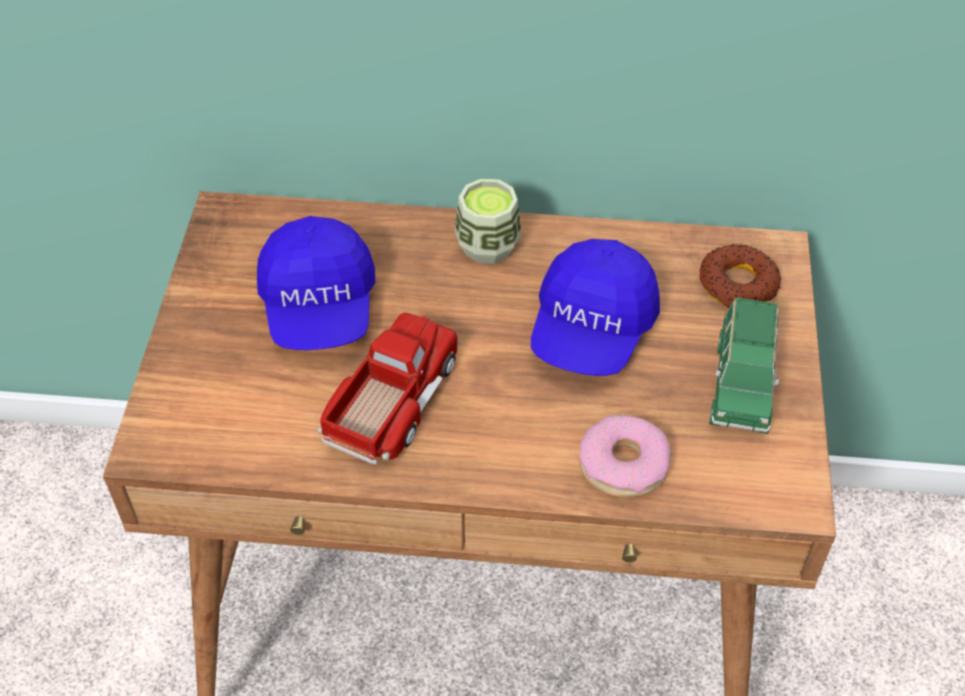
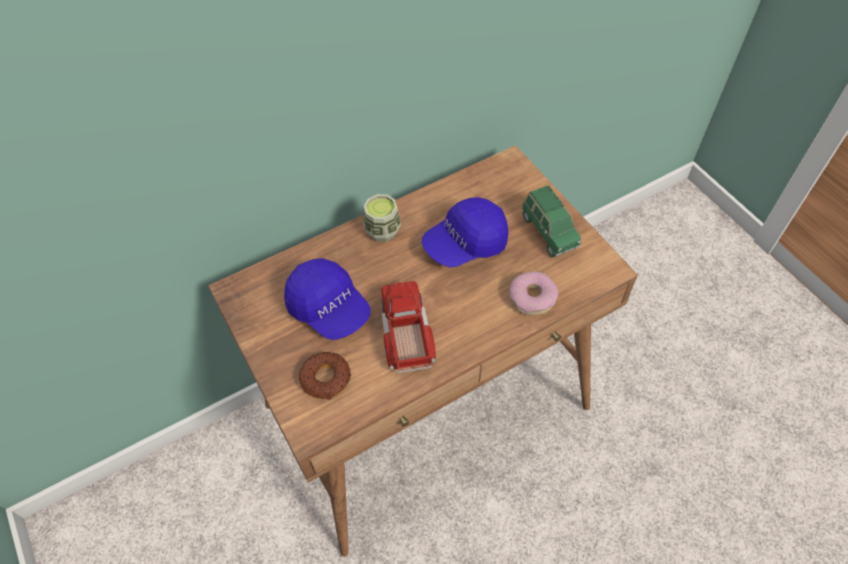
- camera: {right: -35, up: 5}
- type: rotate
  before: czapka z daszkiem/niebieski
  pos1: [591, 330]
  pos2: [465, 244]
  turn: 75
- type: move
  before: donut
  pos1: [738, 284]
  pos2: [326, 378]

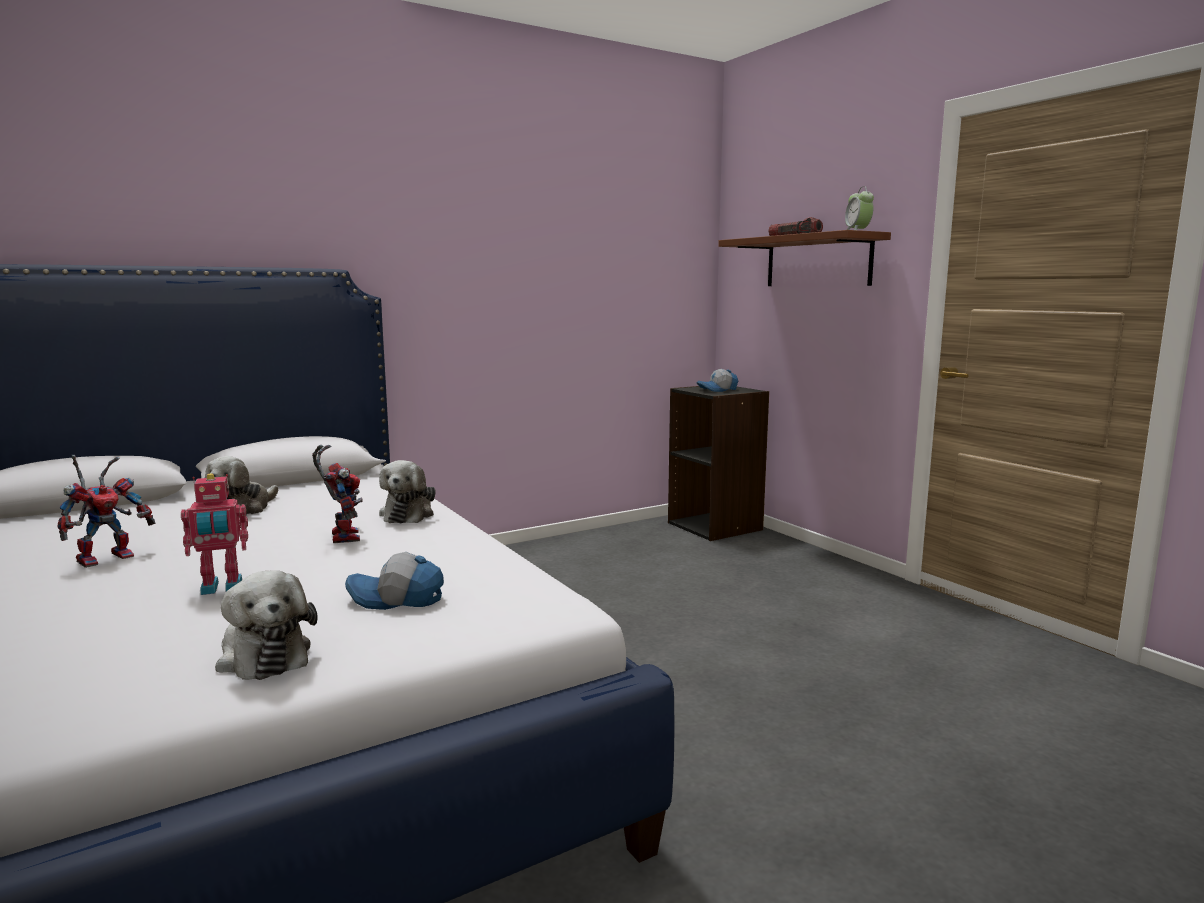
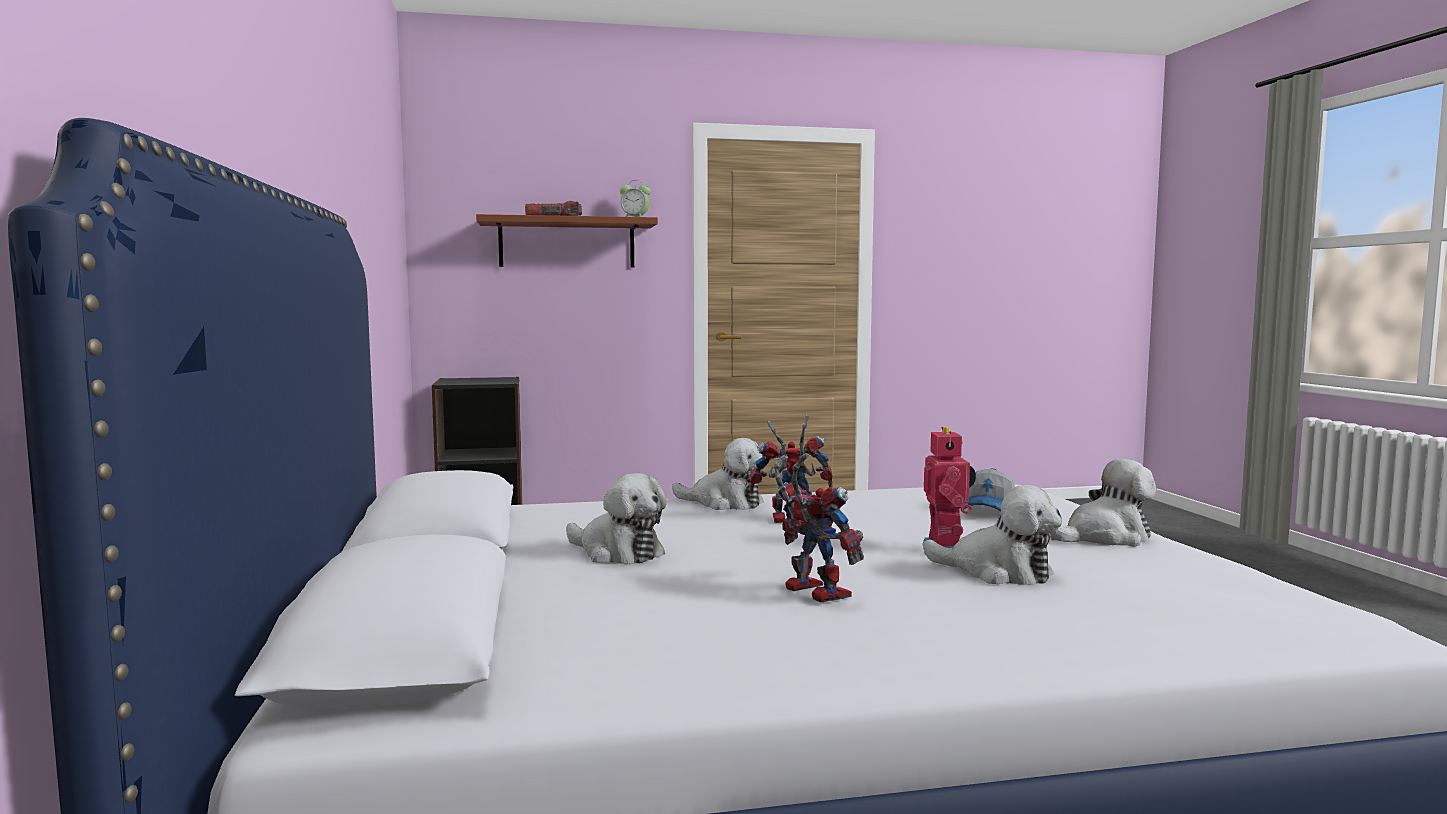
- camera: {right: -70, up: -5}
- type: delete
  before: czapka z daszkiem
  pos1: [718, 390]
- type: insert
  after: pluszak
  pos2: [997, 572]

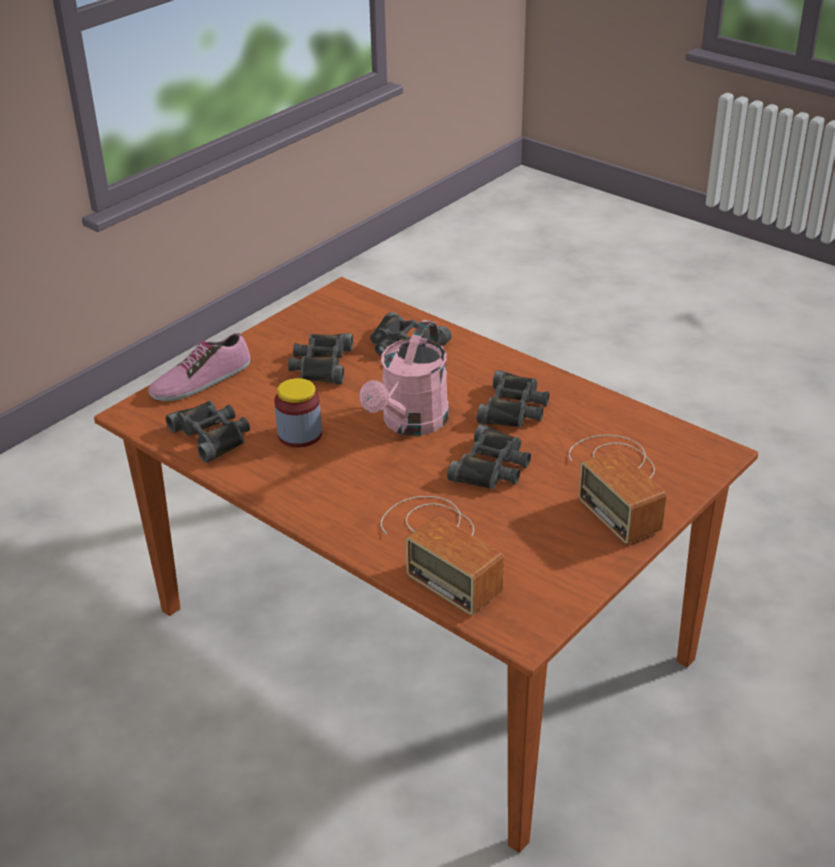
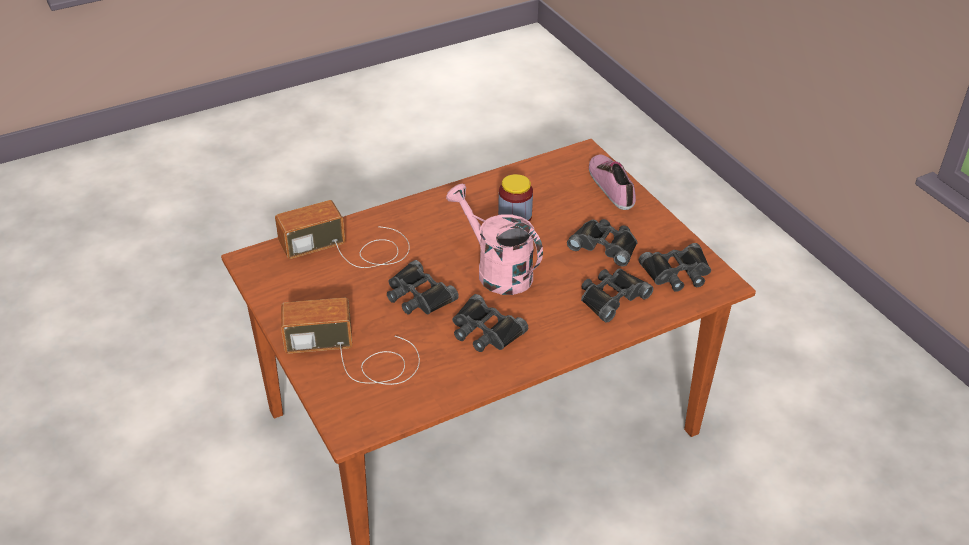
- camera: {right: 110, up: 5}
- type: move
  before: lornetka/czarny
  pos1: [212, 435]
  pos2: [677, 273]

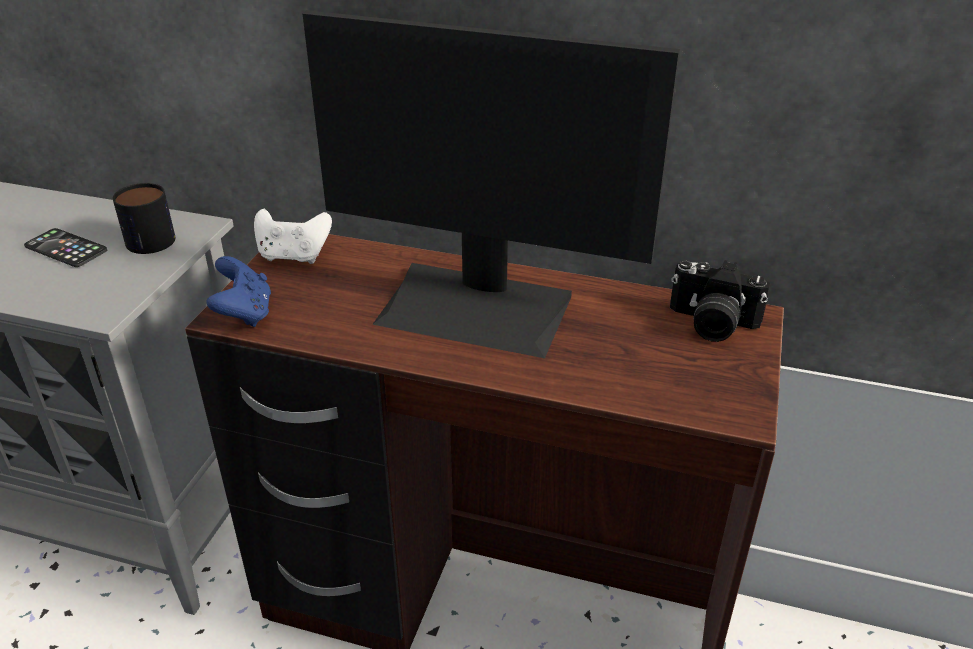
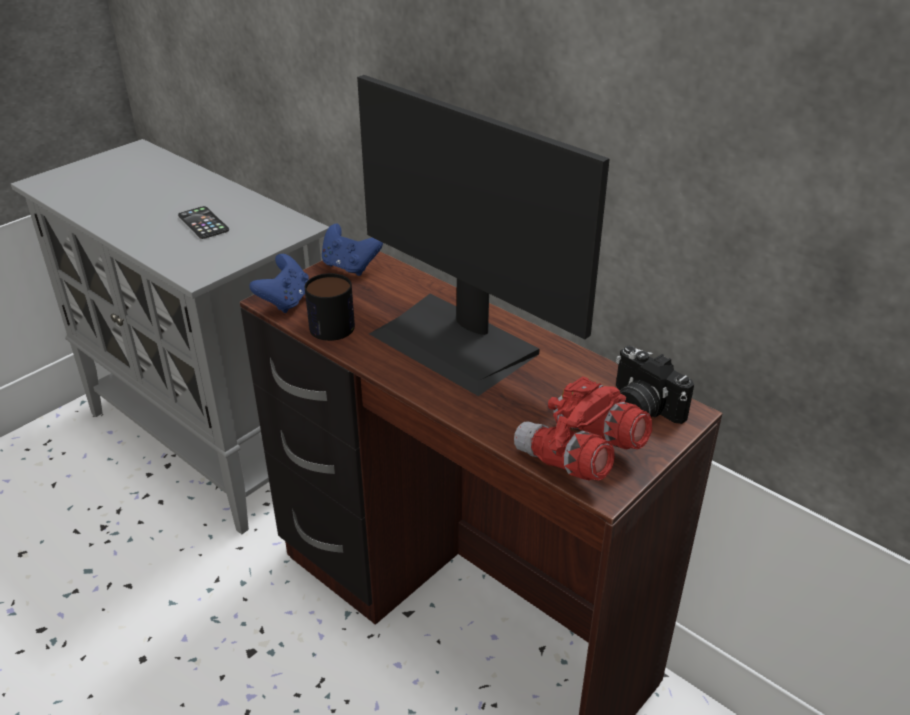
- camera: {right: 25, up: 0}
- type: move
  before: kubek
  pos1: [145, 236]
  pos2: [330, 321]
- type: recolor
  before: pad do gier/biały
  after: pad do gier/niebieski
  pos1: [294, 256]
  pos2: [350, 267]
- type: insert
  after: lornetka/czerwony
  pos2: [579, 456]

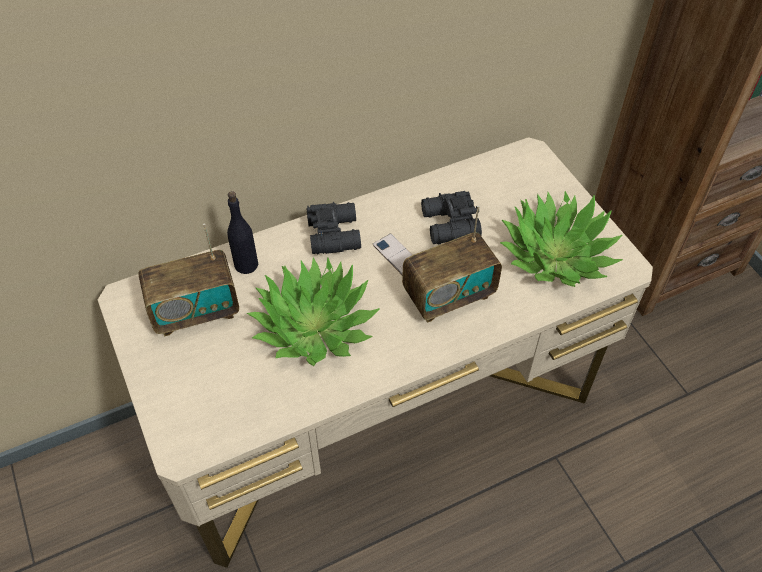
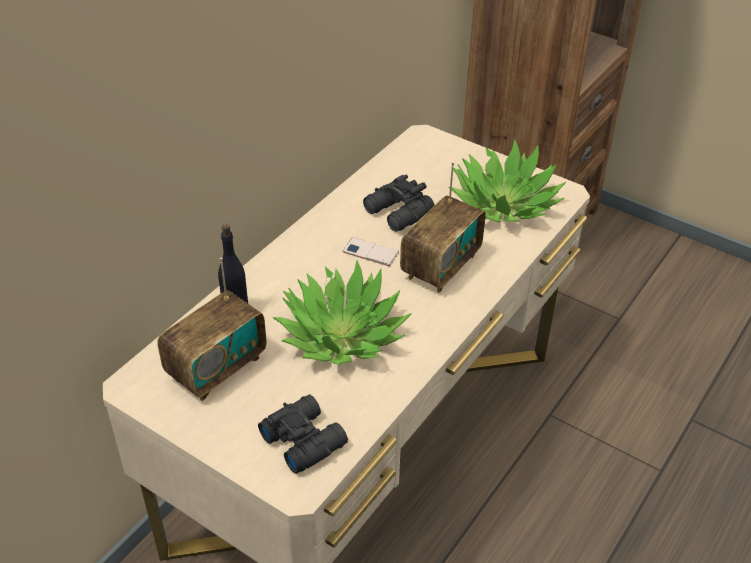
- camera: {right: -30, up: -10}
- type: move
  before: lornetka/czarny
  pos1: [335, 233]
  pos2: [303, 439]

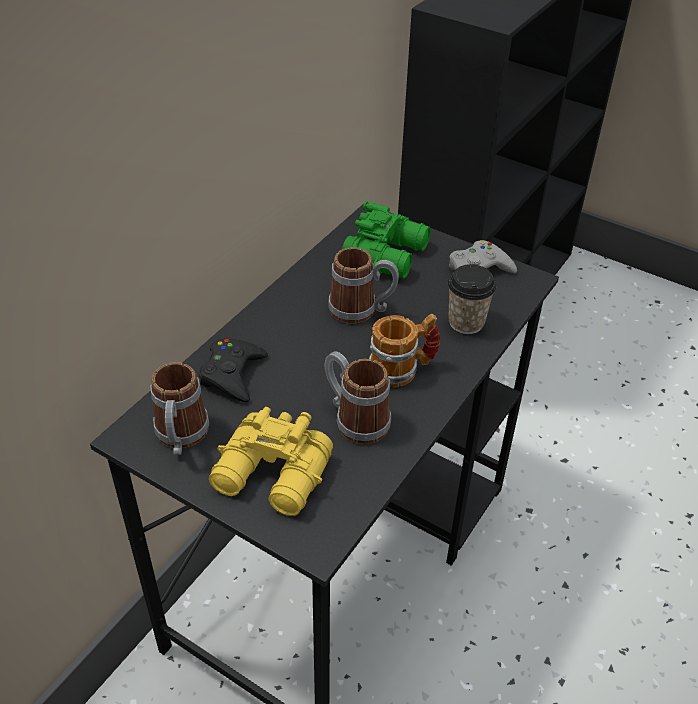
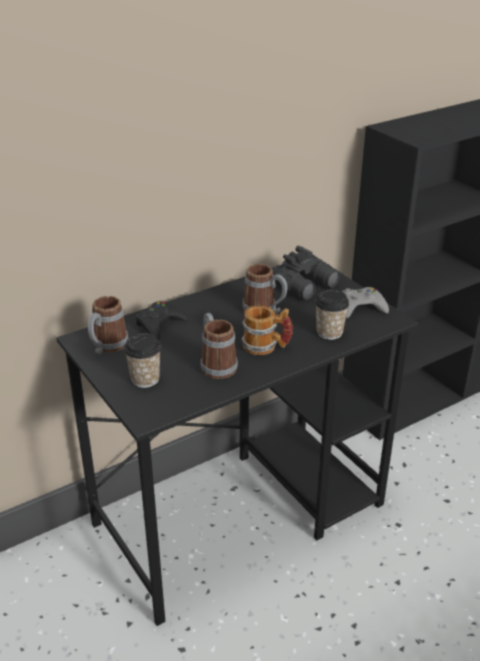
- camera: {right: 25, up: -10}
- type: replace
  before: lornetka/żółty
  after: filiżanka
  pos1: [273, 477]
  pos2: [145, 379]
- type: recolor
  before: lornetka/zielony
  after: lornetka/czarny
  pos1: [388, 254]
  pos2: [306, 285]

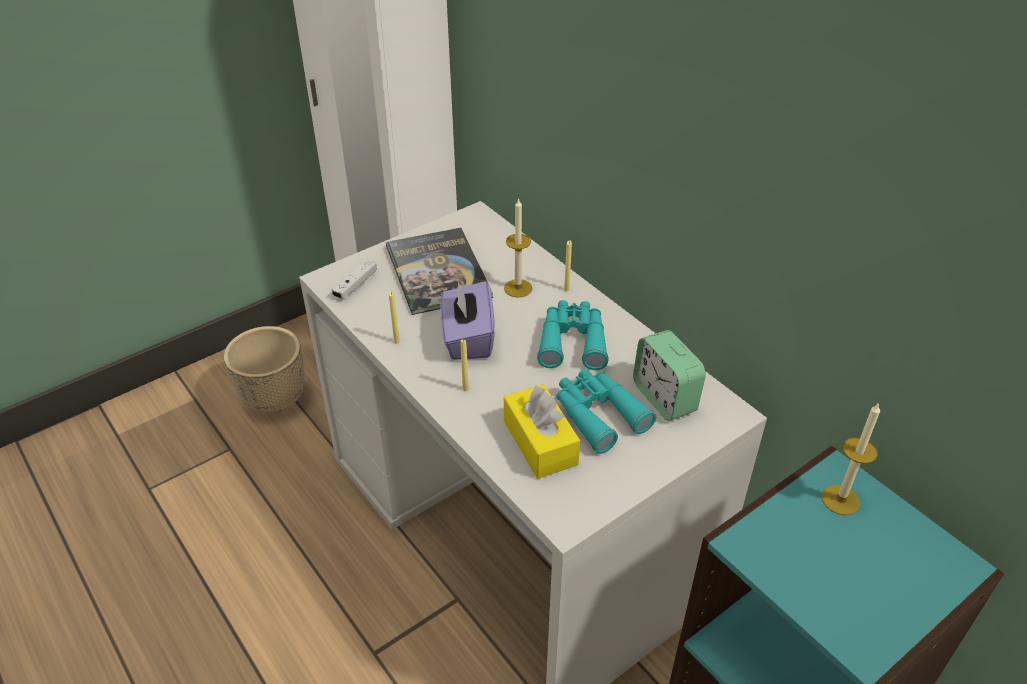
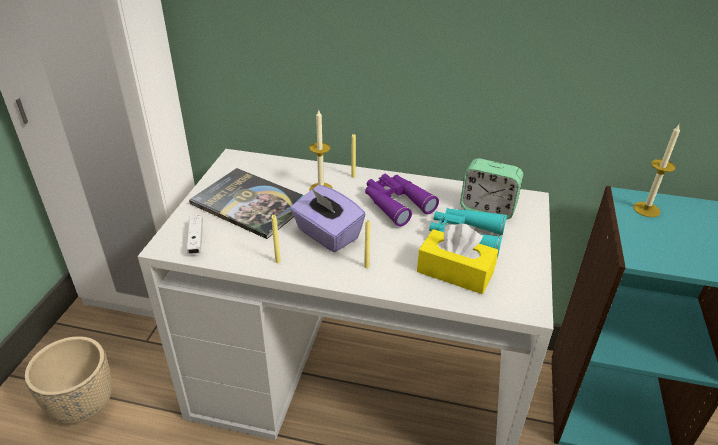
- camera: {right: -40, up: -5}
- type: recolor
  before: lornetka/turkusowy
  after: lornetka/fioletowy
  pos1: [572, 341]
  pos2: [396, 204]

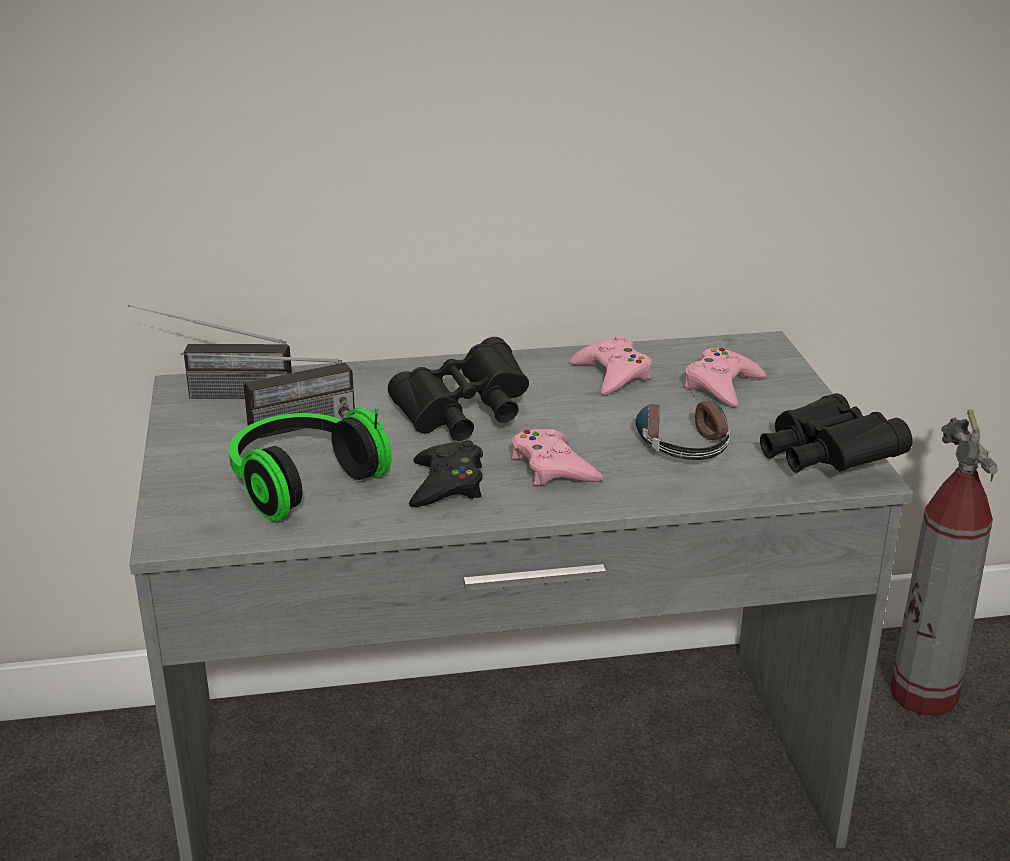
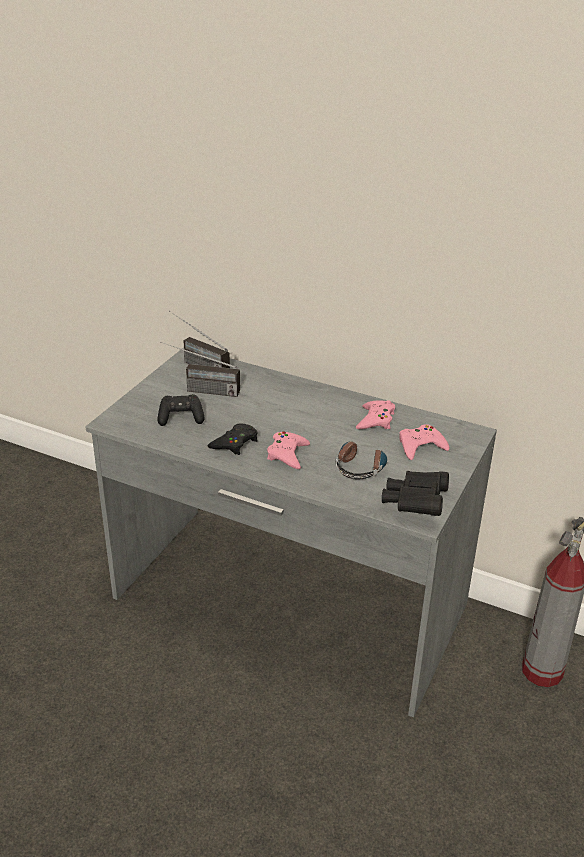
- camera: {right: 35, up: 5}
- type: replace
  before: słuchawki
  after: pad do gier/czarny
  pos1: [300, 482]
  pos2: [181, 418]
- type: delete
  before: lornetka/czarny
  pos1: [463, 416]

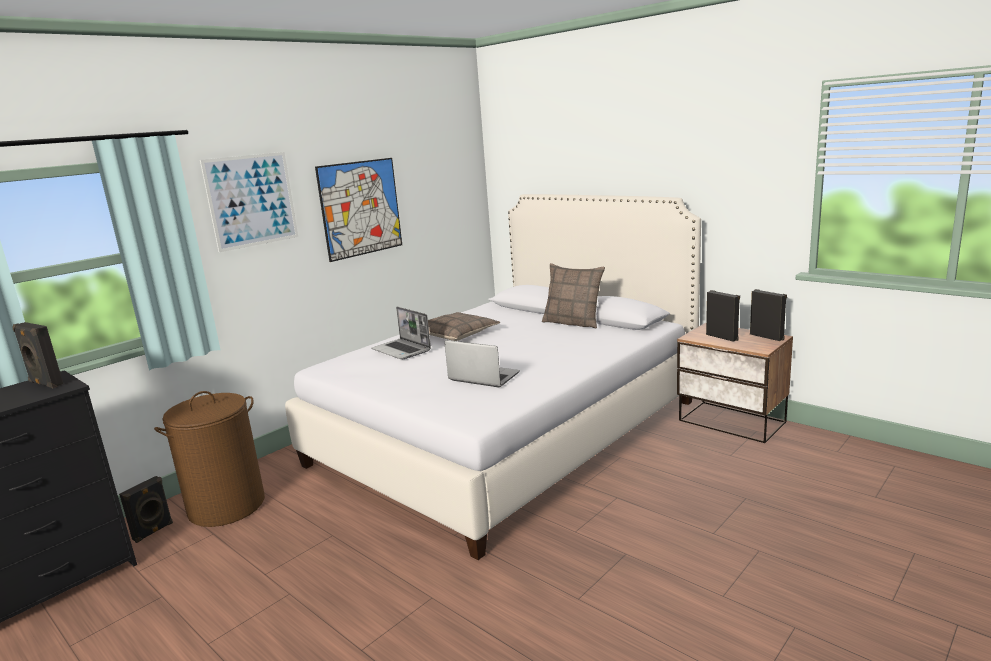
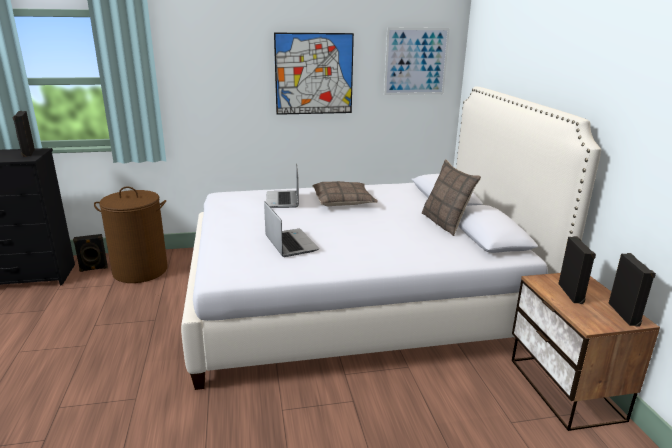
- camera: {right: 35, up: 5}
- type: move
  before: obraz
  pos1: [251, 200]
  pos2: [416, 61]

